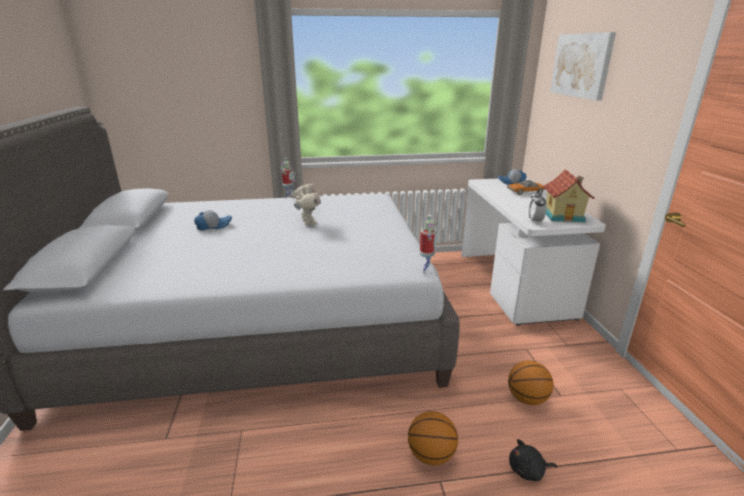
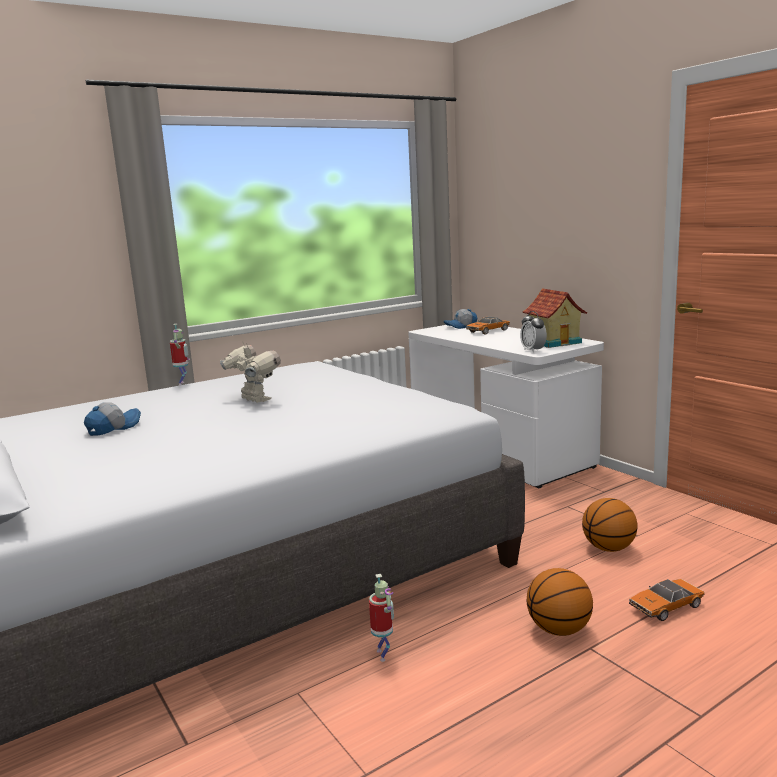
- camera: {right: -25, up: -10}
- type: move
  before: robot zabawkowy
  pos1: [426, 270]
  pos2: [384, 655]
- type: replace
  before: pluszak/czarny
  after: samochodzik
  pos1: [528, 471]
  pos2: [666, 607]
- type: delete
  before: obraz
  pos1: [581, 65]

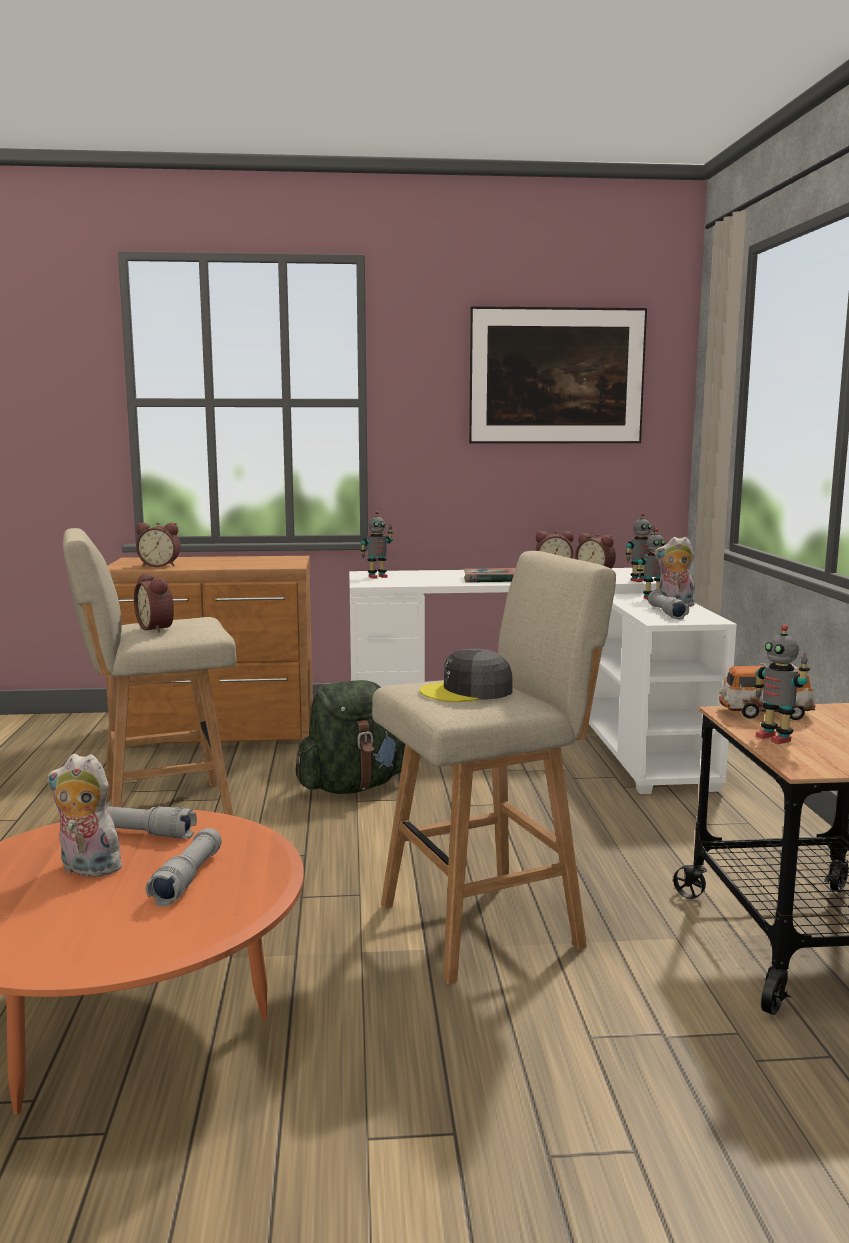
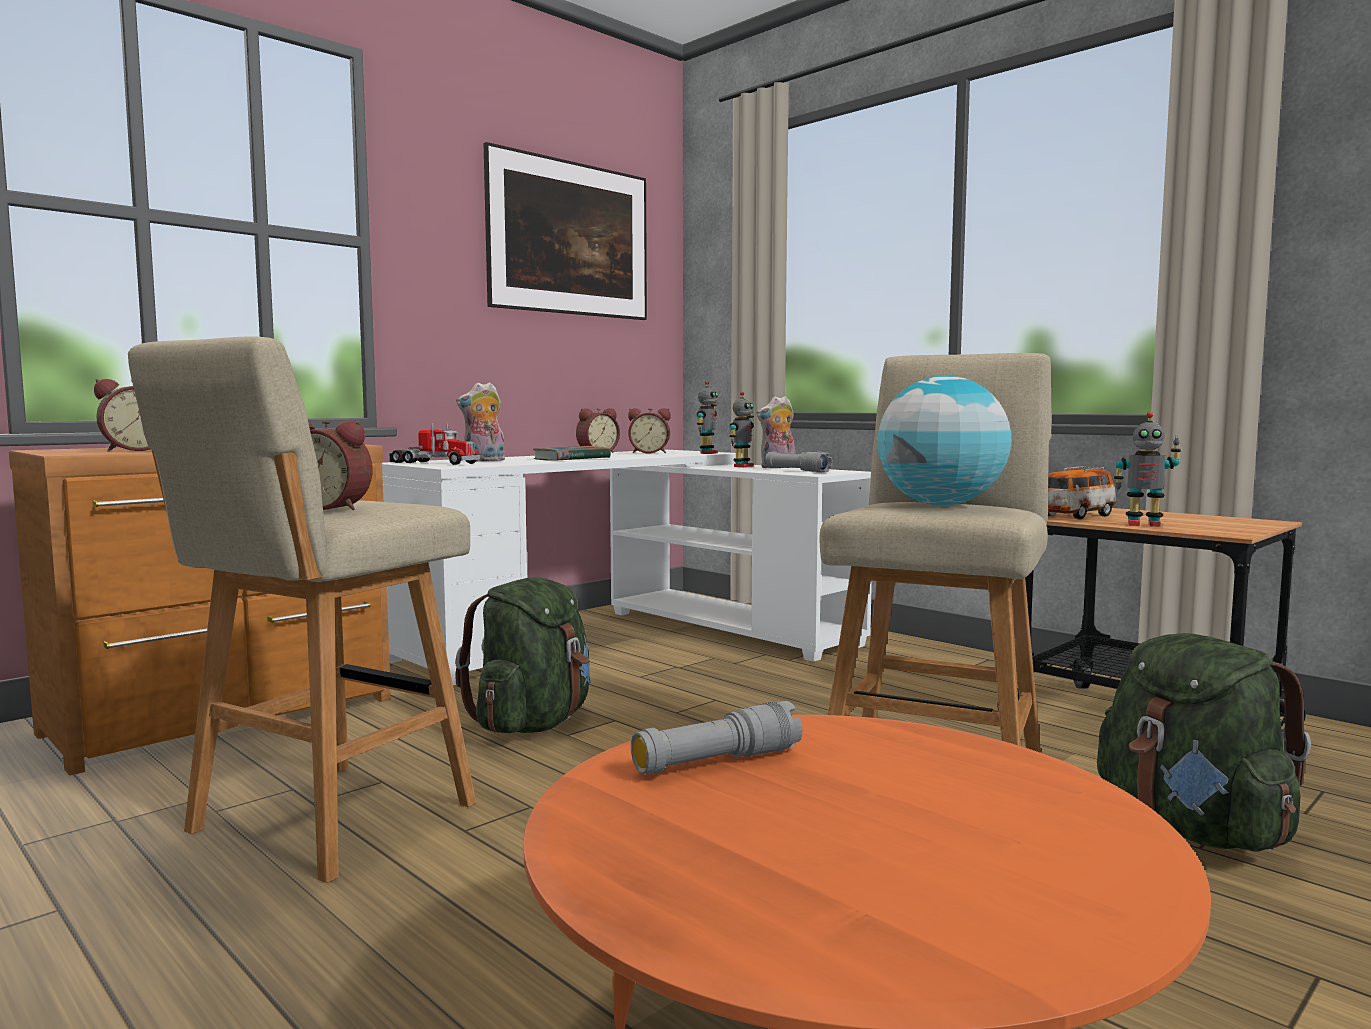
- camera: {right: -40, up: -5}
- type: move
  before: pluszak
  pos1: [86, 869]
  pos2: [484, 461]
- type: delete
  before: latarka/szary
  pos1: [187, 879]
- type: replace
  before: robot zabawkowy
  after: ciężarówka zabawkowa
  pos1: [377, 577]
  pos2: [433, 463]
- type: replace
  before: czapka z daszkiem/szary
  after: globus
  pos1: [467, 691]
  pos2: [941, 505]
- type: insert
  after: plecak/zielony
  pos2: [1192, 830]

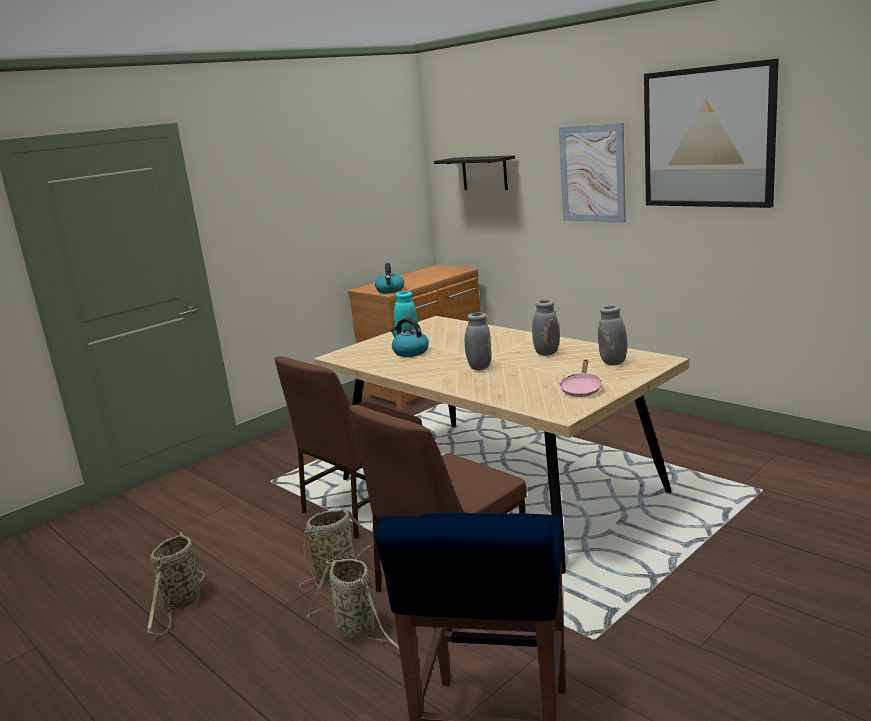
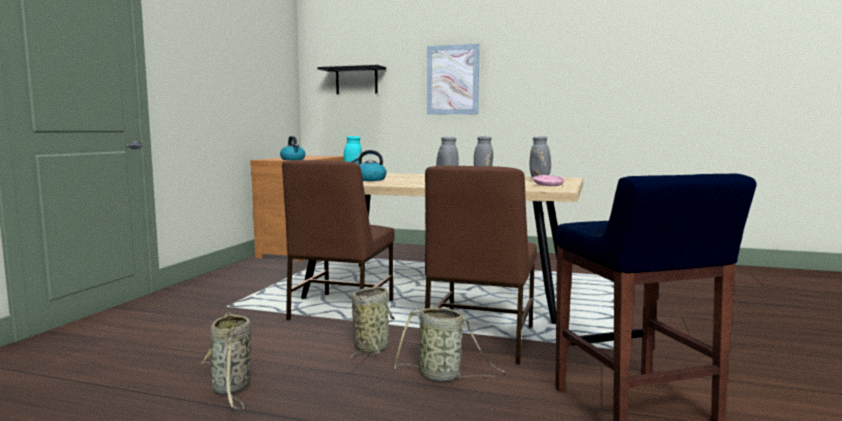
- camera: {right: -30, up: -10}
- type: delete
  before: obraz
  pos1: [708, 137]

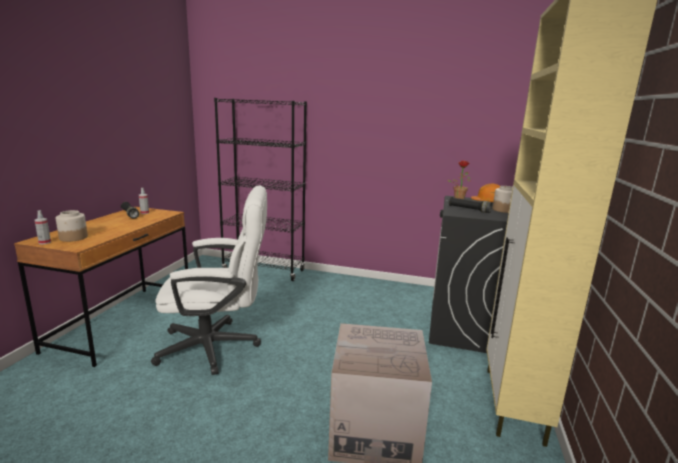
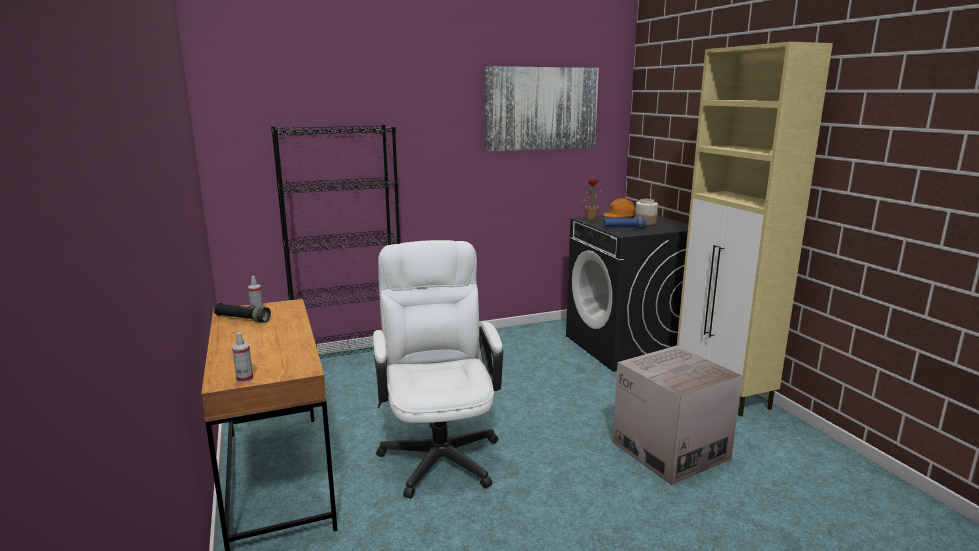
- camera: {right: -35, up: 0}
- type: delete
  before: słoik
  pos1: [73, 238]
- type: rotate
  before: krzesło biurowe/biały
  pos1: [218, 346]
  pos2: [439, 451]
  turn: -60
- type: recolor
  before: latarka/czarny
  after: latarka/niebieski
  pos1: [469, 209]
  pos2: [624, 228]
- type: insert
  after: obraz
  pos2: [541, 108]

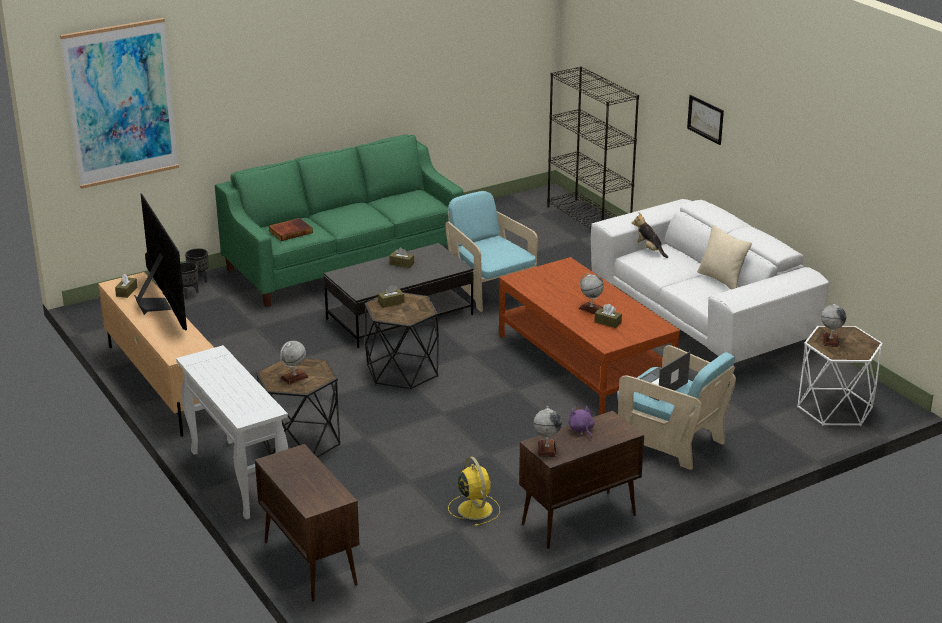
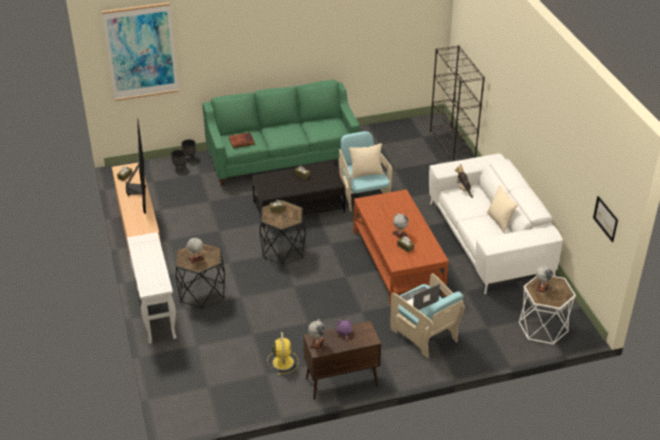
- camera: {right: 15, up: 10}
- type: delete
  before: szafka/brązowy
  pos1: [309, 563]
- type: move
  before: obraz
  pos1: [705, 119]
  pos2: [605, 218]
- type: insert
  after: poduszka/beżowy
  pos2: [366, 173]

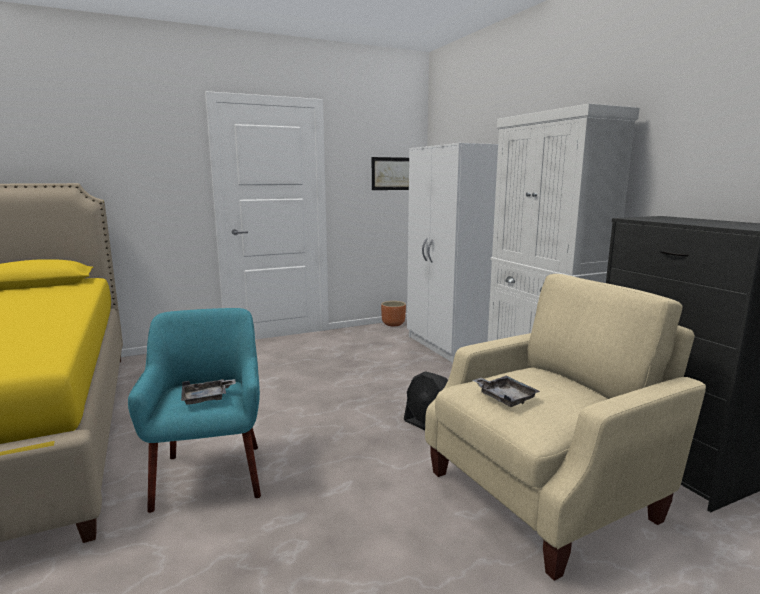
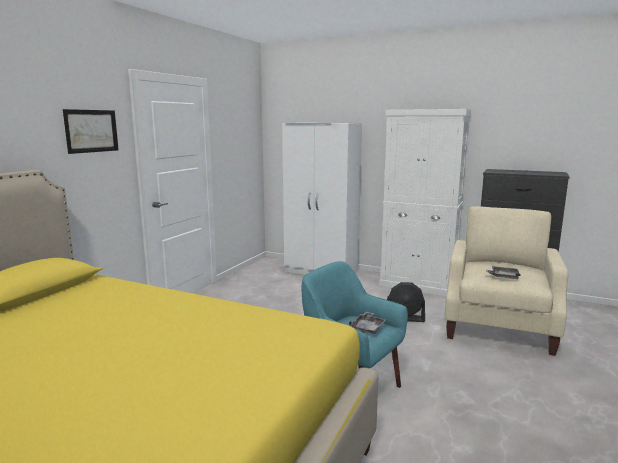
- camera: {right: -40, up: 0}
- type: move
  before: obraz
  pos1: [392, 173]
  pos2: [91, 131]
- type: delete
  before: donica/brązowy
  pos1: [393, 324]

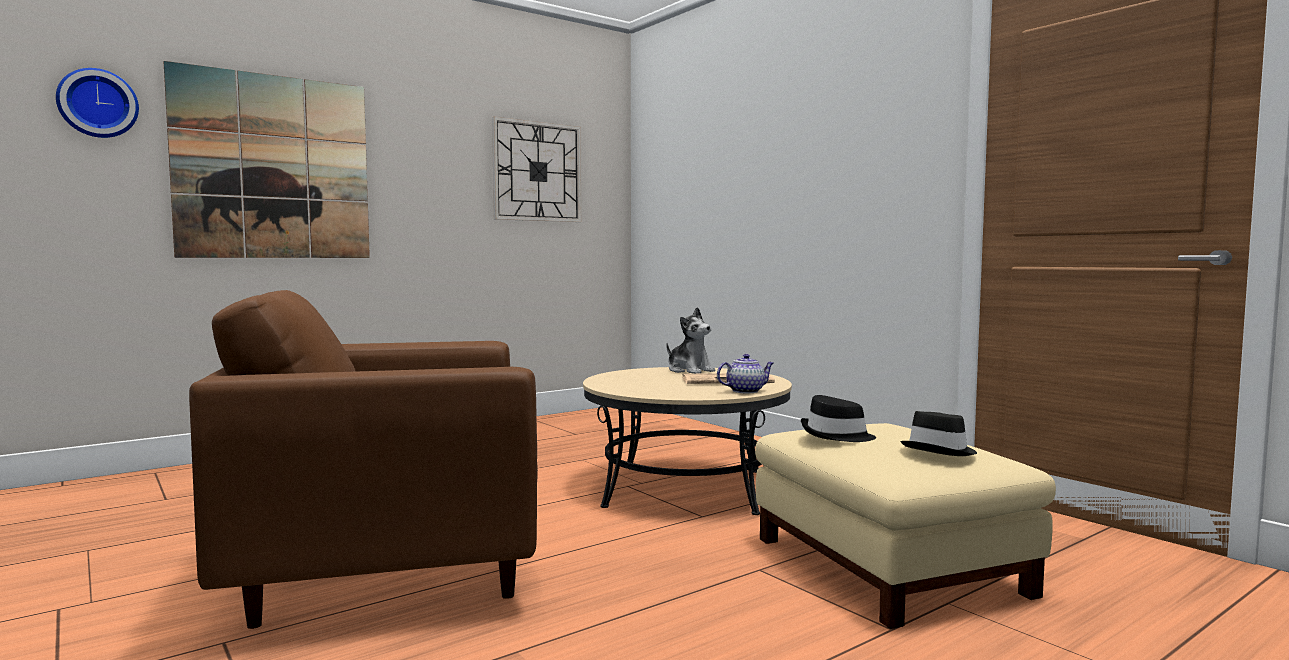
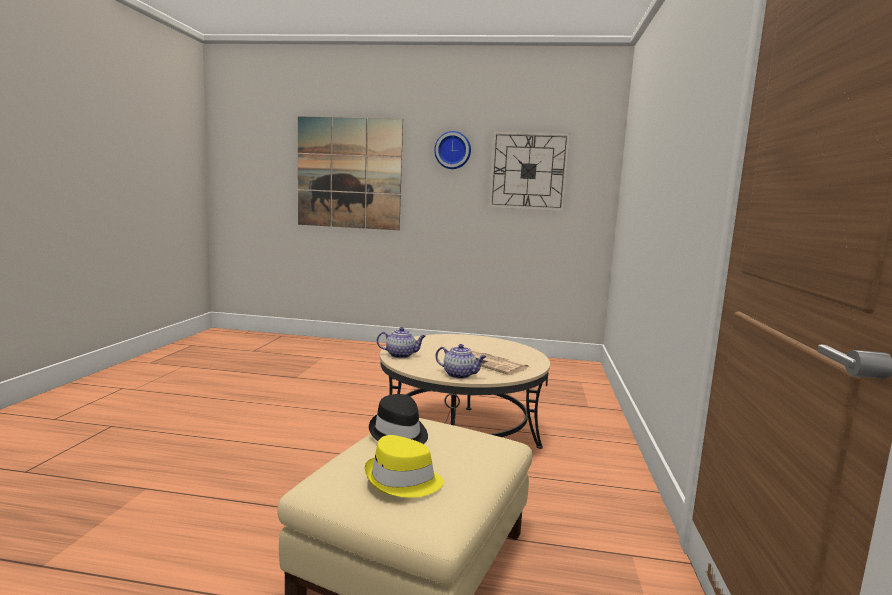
- camera: {right: 45, up: 5}
- type: move
  before: zegar ścienny
  pos1: [98, 104]
  pos2: [453, 150]
- type: delete
  before: fotel/brązowy
  pos1: [389, 574]
- type: delete
  before: pluszak
  pos1: [689, 370]
- type: recolor
  before: kapelusz/czarny
  after: kapelusz/żółty
  pos1: [940, 451]
  pos2: [403, 481]
- type: insert
  after: imbryk
  pos2: [401, 355]

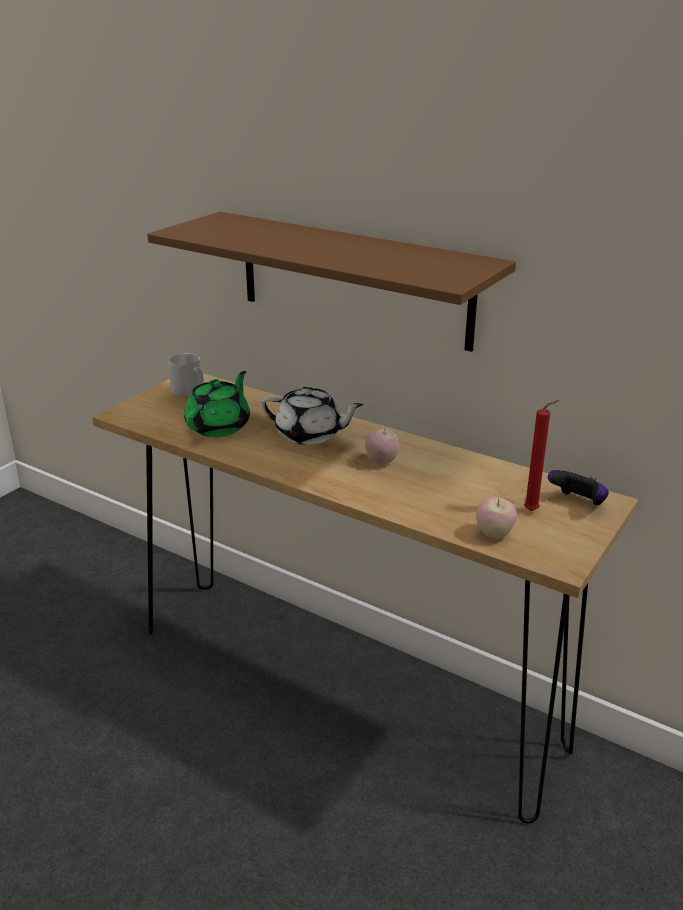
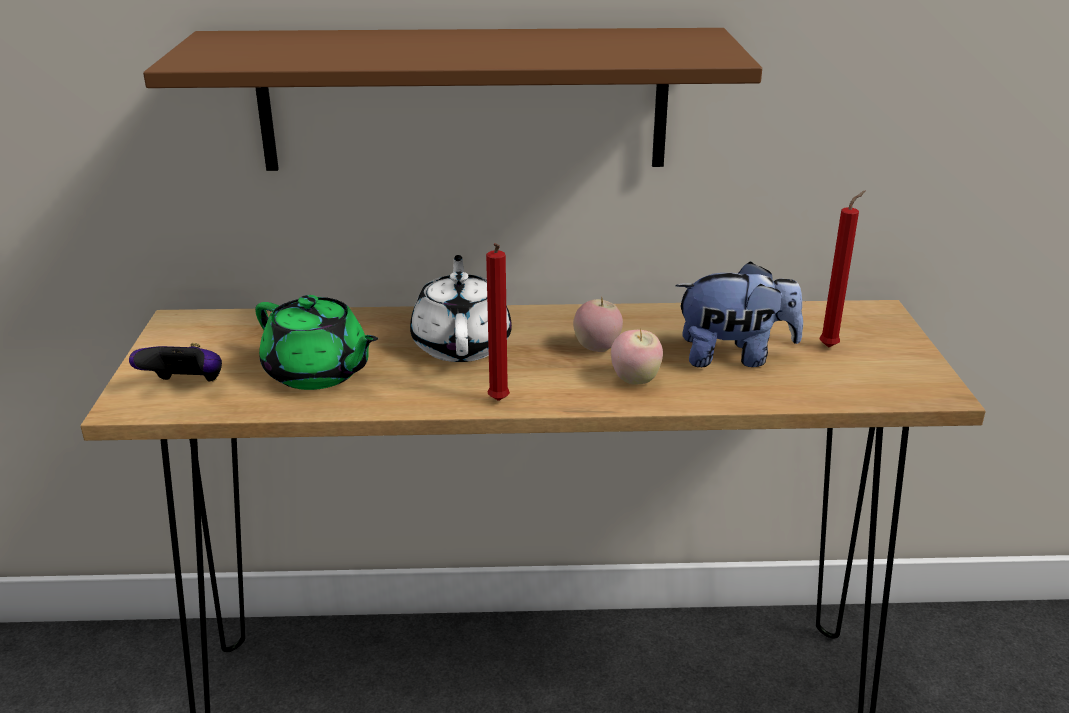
- camera: {right: -35, up: 0}
- type: delete
  before: kubek/szary
  pos1: [189, 391]
- type: rotate
  before: imbryk/zielony
  pos1: [219, 426]
  pos2: [318, 373]
  turn: 135
- type: rotate
  before: imbryk/biały
  pos1: [310, 435]
  pos2: [462, 344]
  turn: -75
- type: move
  before: jabłko
  pos1: [494, 534]
  pos2: [635, 380]
- type: move
  before: pad do gier
  pos1: [578, 503]
  pos2: [186, 386]
- type: insert
  after: świeca/czerwony
  pos2: [498, 402]
- type: insert
  after: pluszak
  pos2: [734, 357]

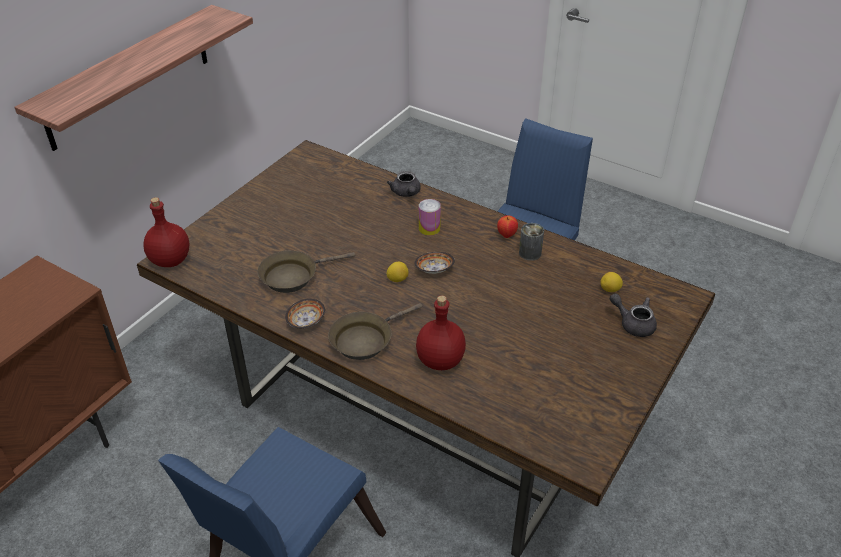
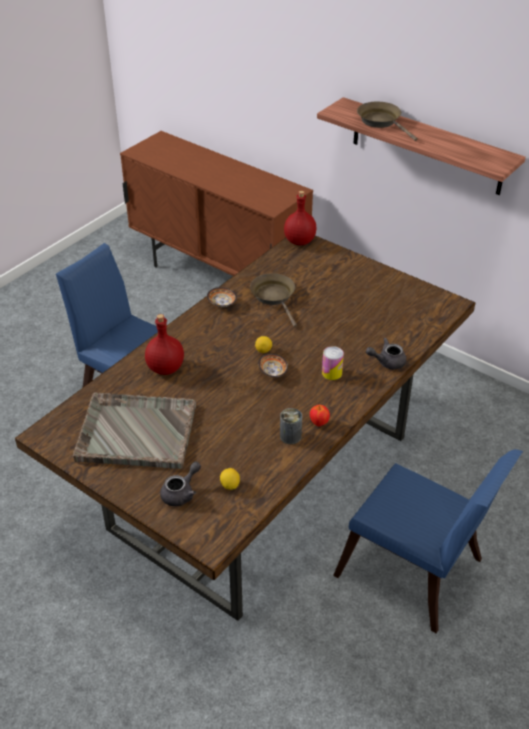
- camera: {right: 95, up: 0}
- type: move
  before: patelnia/brązowy
  pos1: [365, 339]
  pos2: [381, 122]
- type: insert
  after: taca/szary
  pos2: [135, 432]

